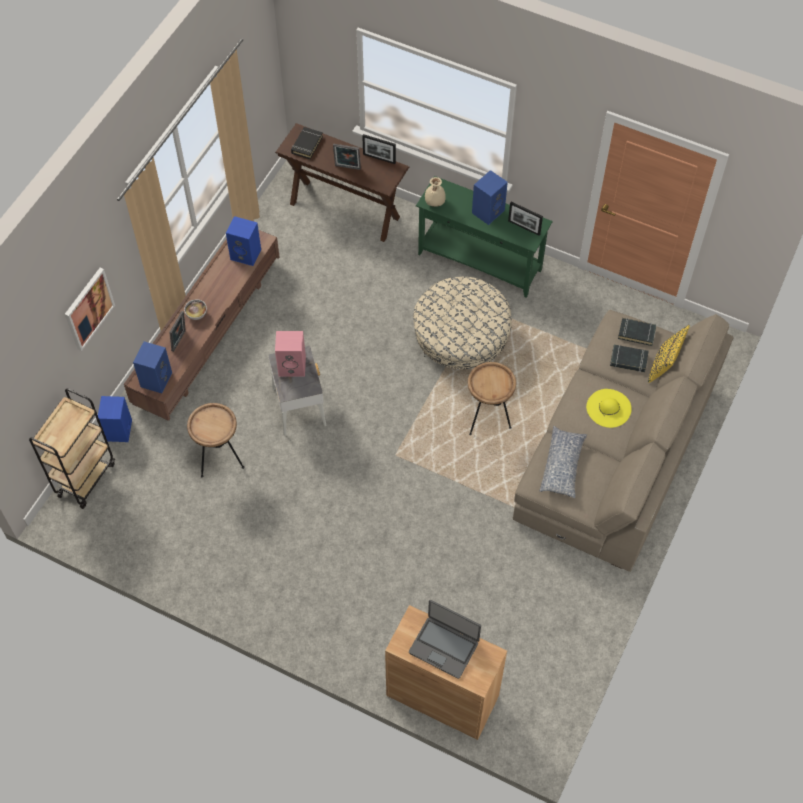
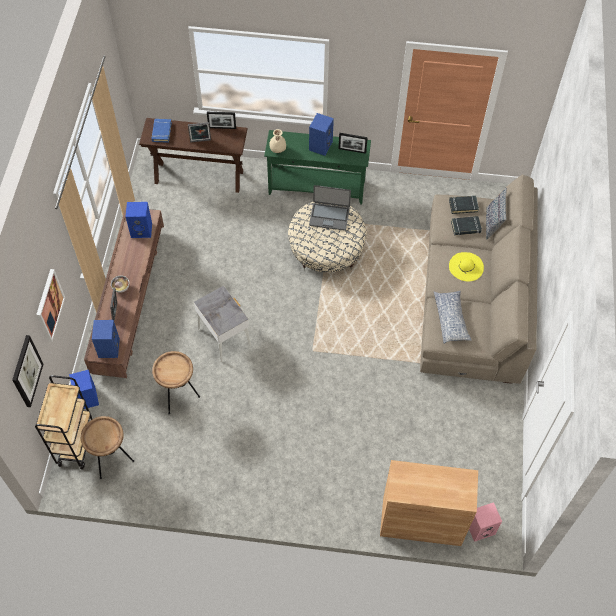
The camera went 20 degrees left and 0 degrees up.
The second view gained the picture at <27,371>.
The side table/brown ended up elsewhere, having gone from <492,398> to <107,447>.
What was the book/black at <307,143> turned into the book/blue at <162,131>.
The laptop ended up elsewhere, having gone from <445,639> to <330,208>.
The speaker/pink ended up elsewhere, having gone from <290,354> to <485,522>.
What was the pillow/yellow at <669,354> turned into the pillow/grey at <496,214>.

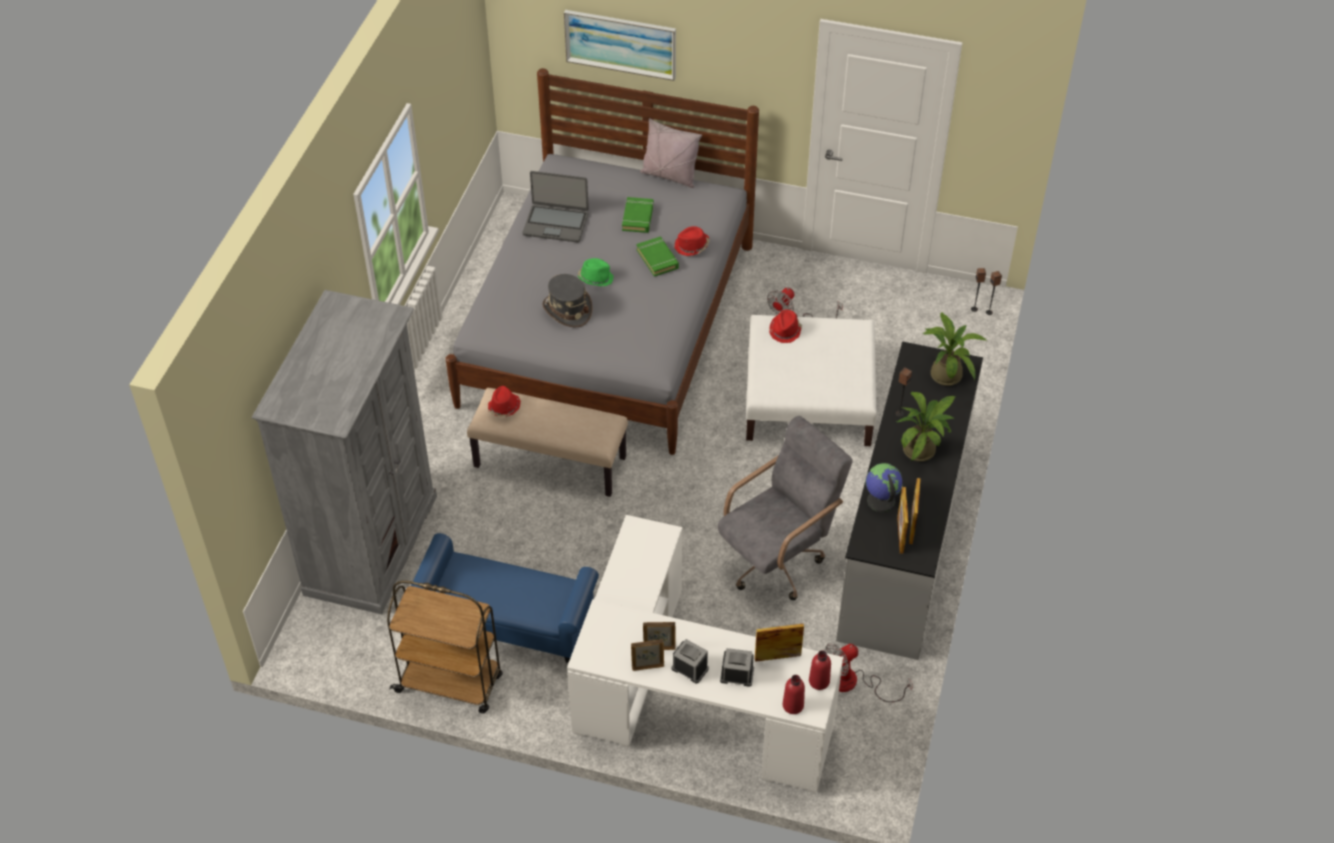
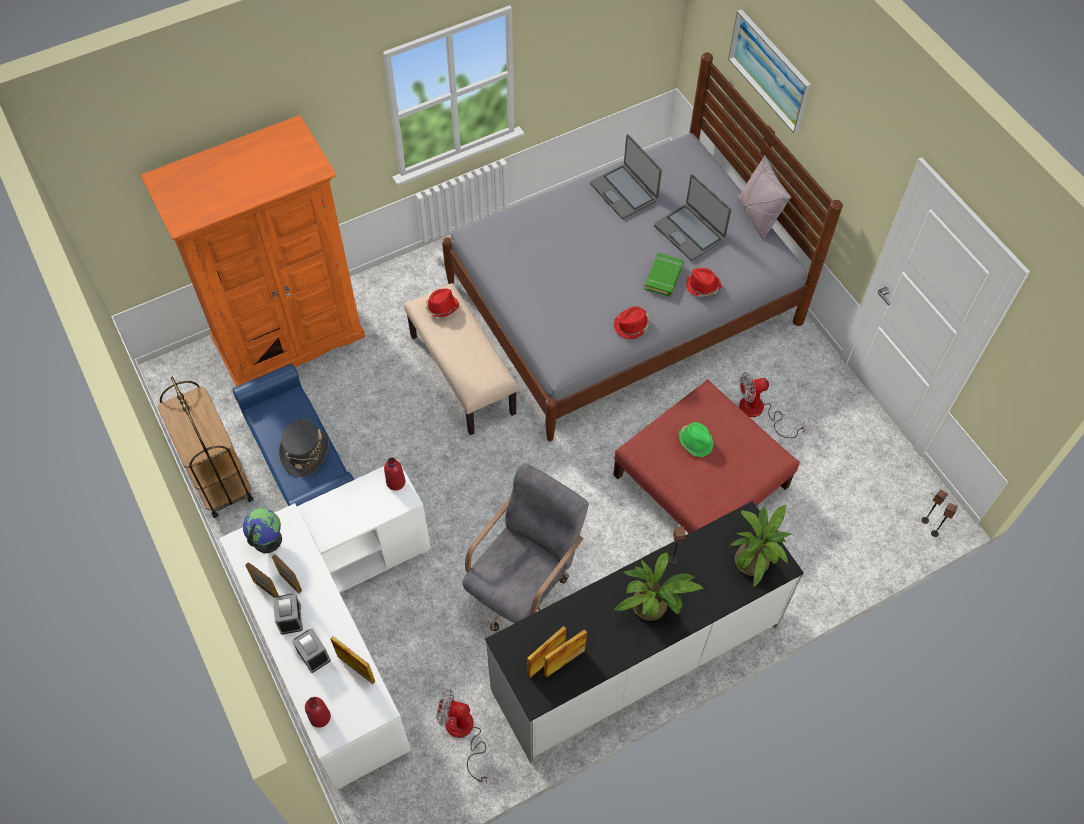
The camera went 45 degrees right and 10 degrees up.
What was the wardrobe/grey at <344,452> turned into the wardrobe/orange at <252,251>.
The globe ended up elsewhere, having gone from <884,487> to <262,530>.
The hat/grey ended up elsewhere, having gone from <567,300> to <304,448>.
The bottle/red ended up elsewhere, having gone from <820,670> to <394,474>.
The office chair/grey at <785,508> ended up facing another way, 60 degrees counterclockwise from before.
What was the ottoman/white at <811,380> turned into the ottoman/red at <706,456>.
The hat/red ended up elsewhere, having gone from <785,326> to <632,322>.
Where the book/green stood at <638,215>, the laptop came to stand at <692,217>.
The hat/green ended up elsewhere, having gone from <595,272> to <696,439>.

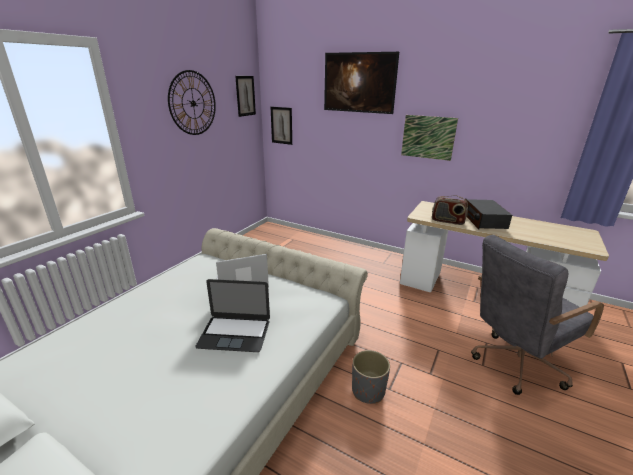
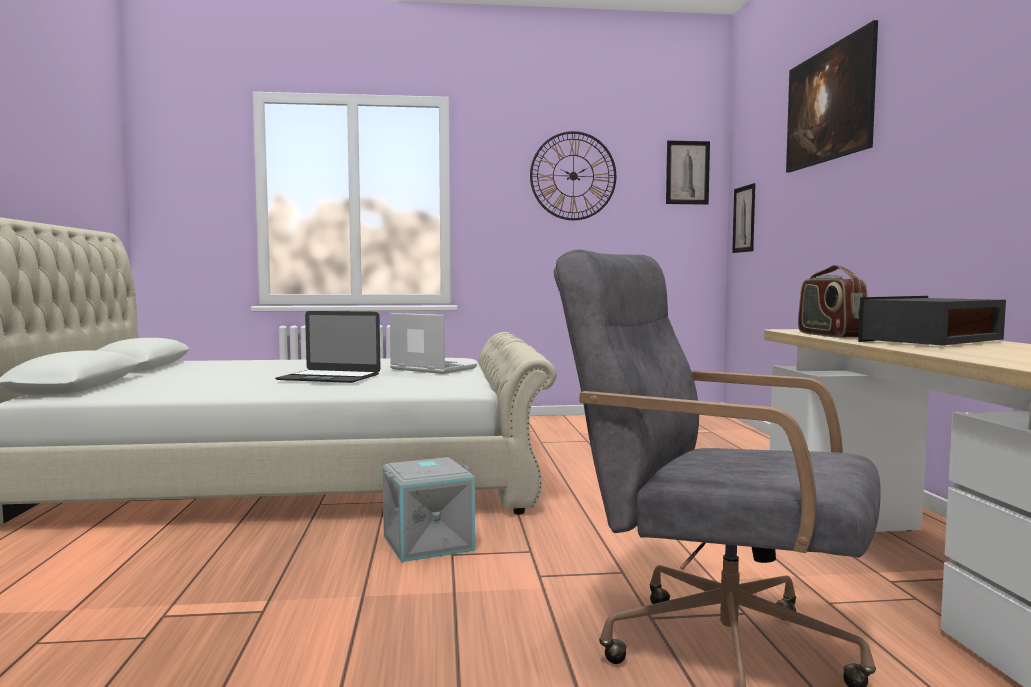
The camera went 55 degrees right and 20 degrees down.
The laptop at <232,315> ended up facing another way, 45 degrees counterclockwise from before.
Where the planter/grey stood at <371,377>, the storage box/grey came to stand at <429,509>.
The second view lost the picture at <429,138>.

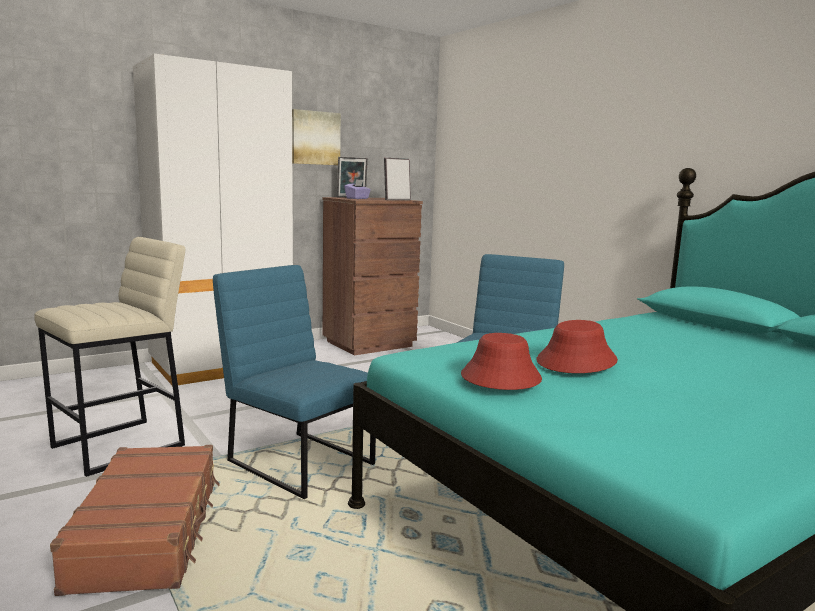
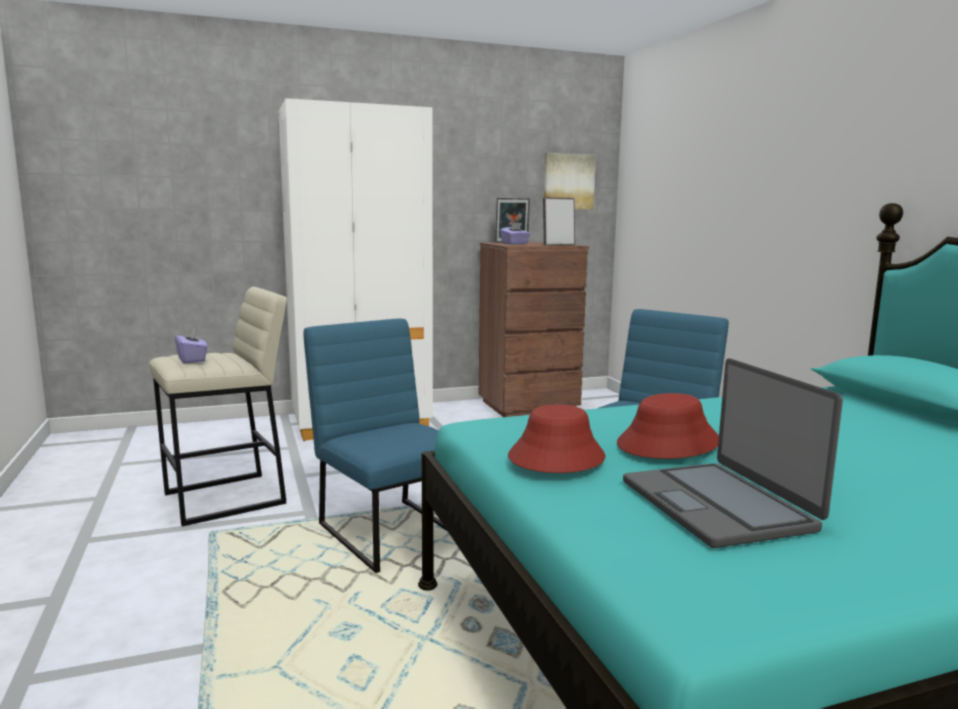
The camera went 15 degrees right and 0 degrees up.
The second view gained the tissue box/purple at <191,345>.
The picture ended up elsewhere, having gone from <316,137> to <570,181>.
The second view gained the laptop at <733,453>.
The second view lost the suitcase/brown at <135,520>.

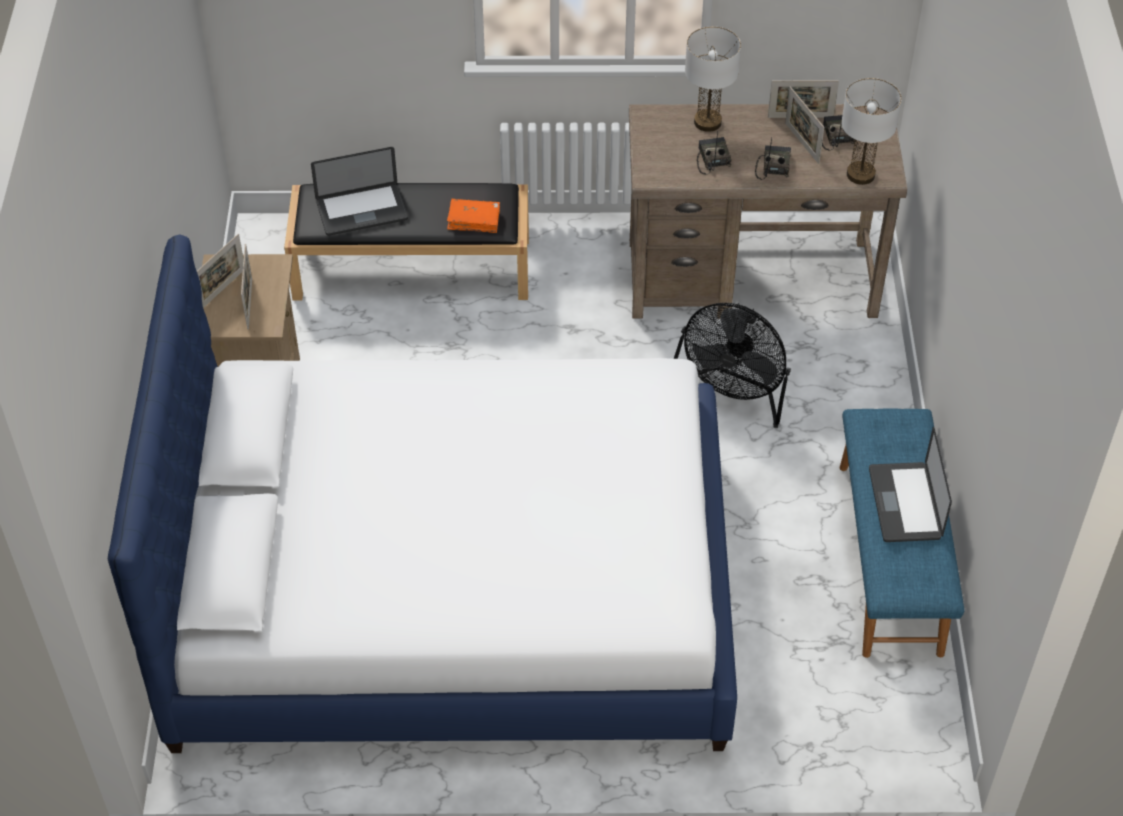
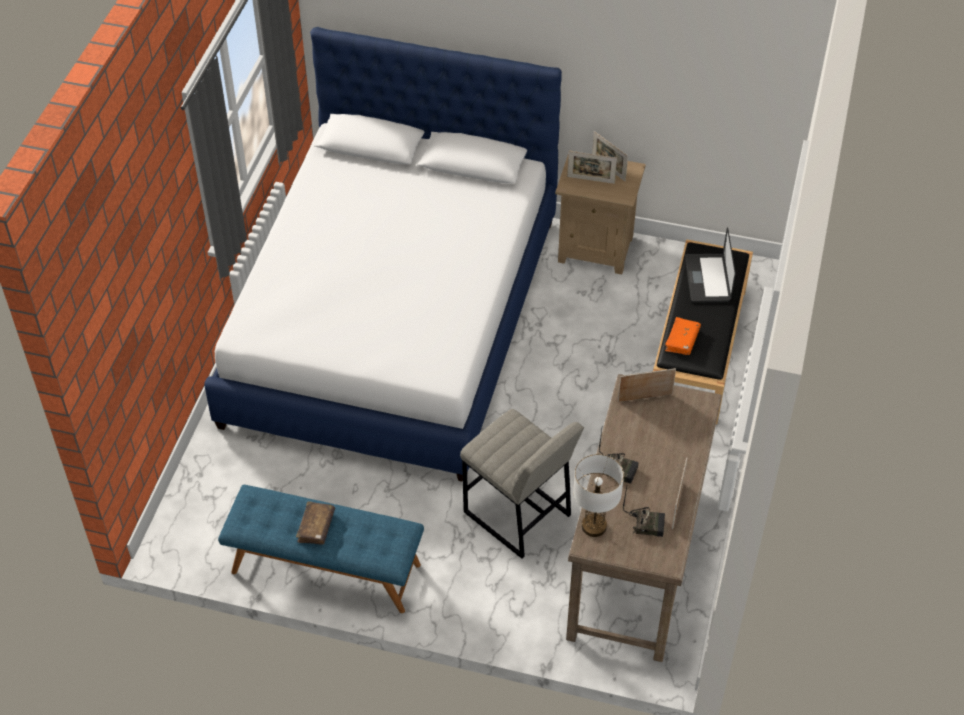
The camera went 105 degrees right and 0 degrees up.
Where the laptop stood at <910,484>, the book/brown came to stand at <315,523>.
Where the fan/black stood at <732,365>, the chair/grey came to stand at <522,484>.
The picture frame ended up elsewhere, having gone from <804,125> to <647,385>.
The second view lost the table lamp at <713,79>.
The second view lost the radio at <714,153>.

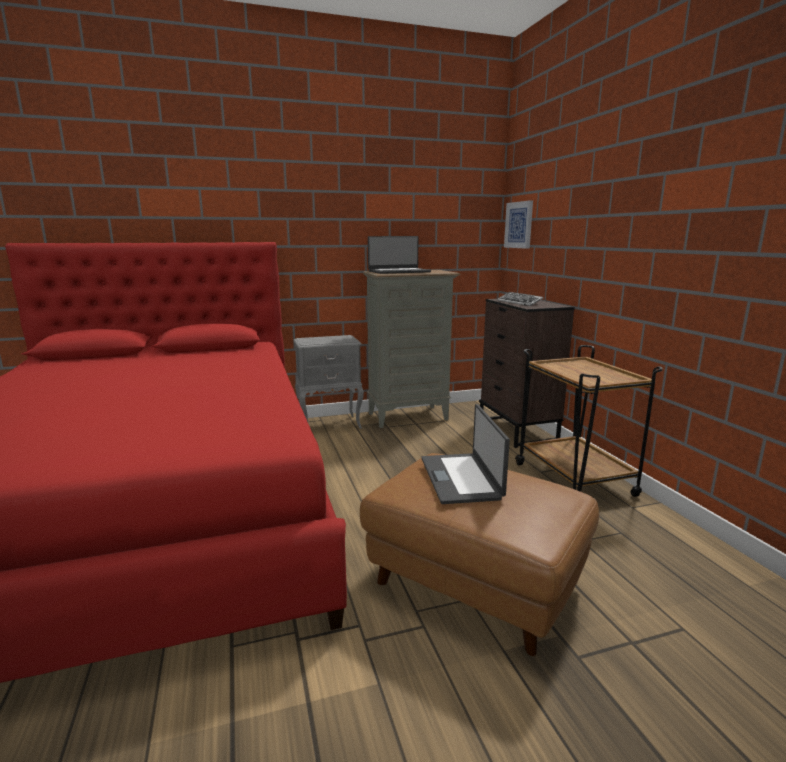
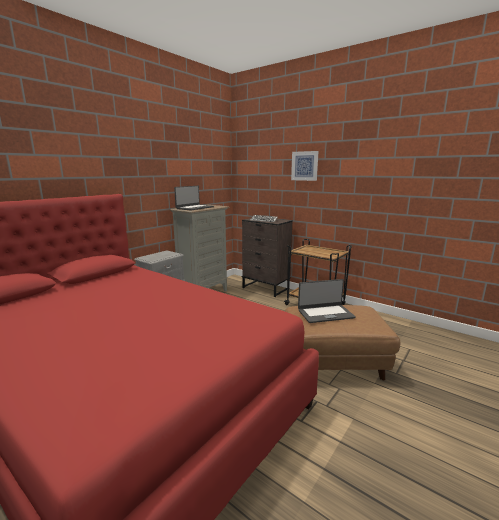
The camera went 35 degrees left and 0 degrees up.
The picture ended up elsewhere, having gone from <518,224> to <304,166>.
The laptop at <466,454> ended up facing another way, 60 degrees counterclockwise from before.

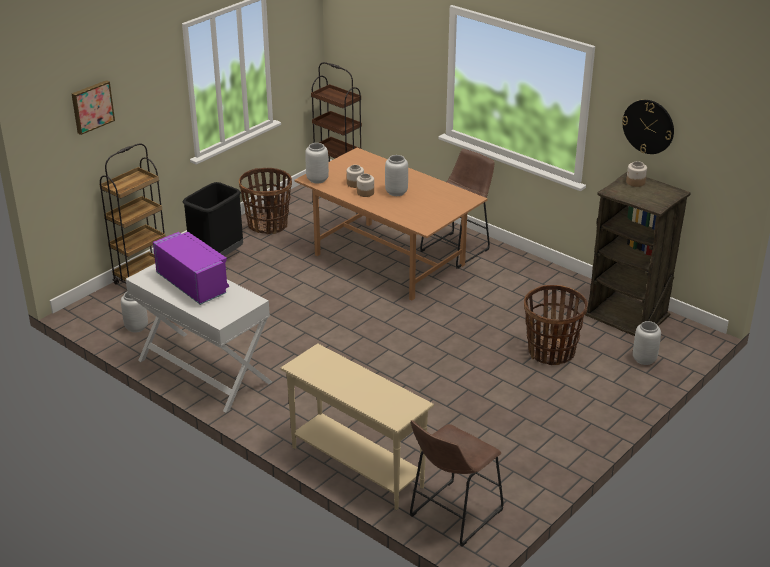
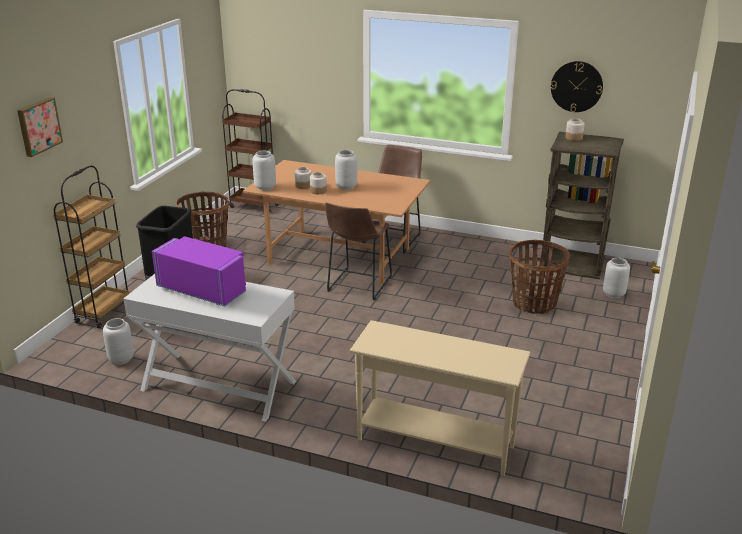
The camera went 20 degrees left and 5 degrees down.
The stool/brown ended up elsewhere, having gone from <457,483> to <358,251>.

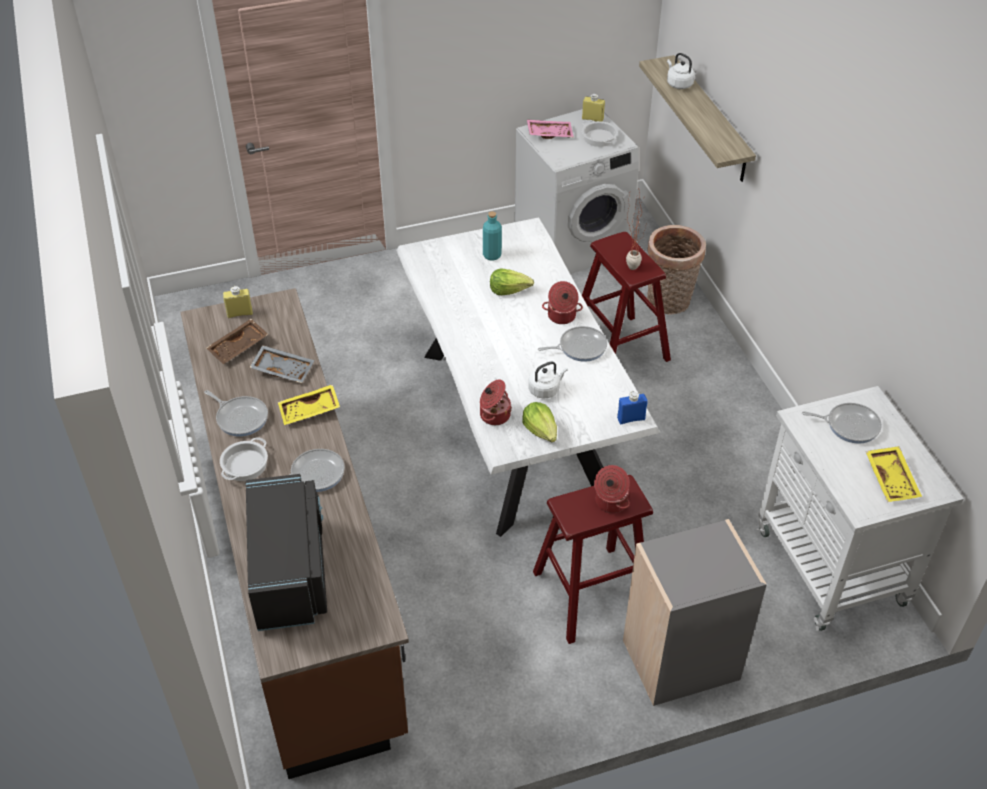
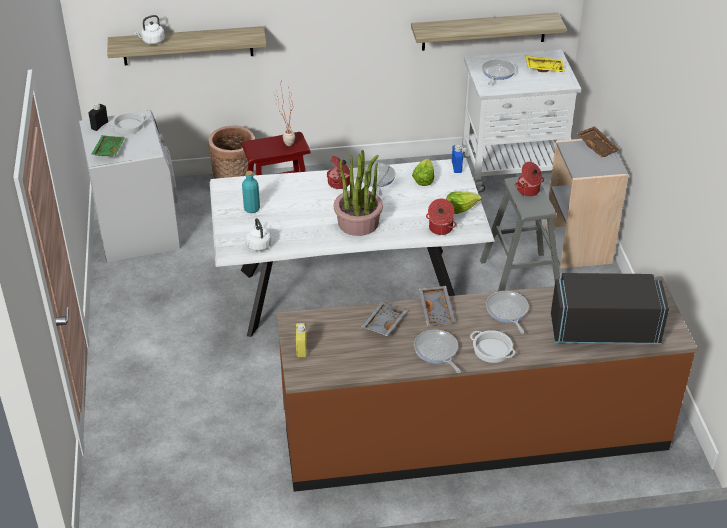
The camera went 80 degrees left and 5 degrees down.
What was the bottle/yellow at <593,108> turned into the bottle/black at <98,117>.
What was the tray/pink at <550,129> turned into the tray/green at <108,145>.
The kettle/white ended up elsewhere, having gone from <547,379> to <259,234>.
The second view gained the potted plant at <358,193>.
The second view gained the shelf at <489,32>.
The lettuce ended up elsewhere, having gone from <512,281> to <423,172>.
The frying pan at <236,413> ended up facing another way, 75 degrees counterclockwise from before.
What was the tray/yellow at <309,404> turned into the tray/grey at <437,306>.
What was the stool/red at <593,559> turned into the stool/grey at <520,234>.
The tray/brown ended up elsewhere, having gone from <238,341> to <598,142>.

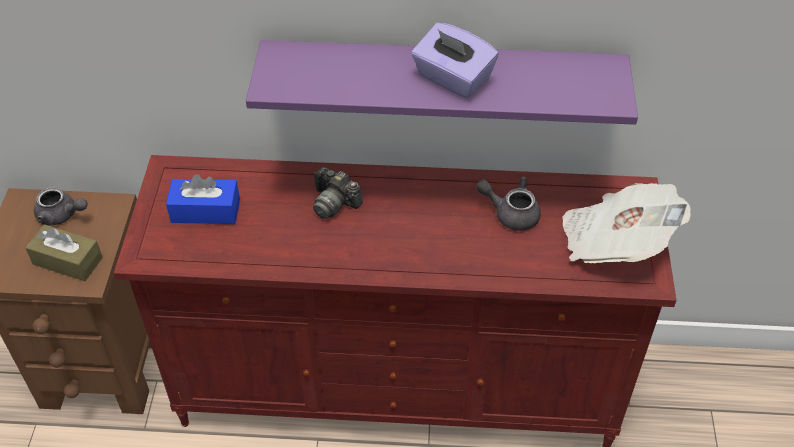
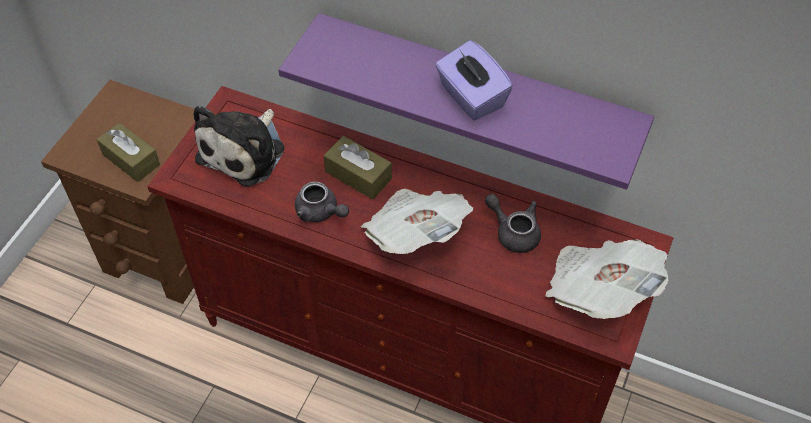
The camera went 20 degrees right and 5 degrees up.
Where the tissue box/blue stood at <203,199>, the plush toy came to stand at <238,145>.
The teapot/grey ended up elsewhere, having gone from <61,206> to <322,201>.
Where the photo camera stood at <338,193>, the tissue box/brown came to stand at <358,167>.
The second view gained the newspaper at <417,221>.

